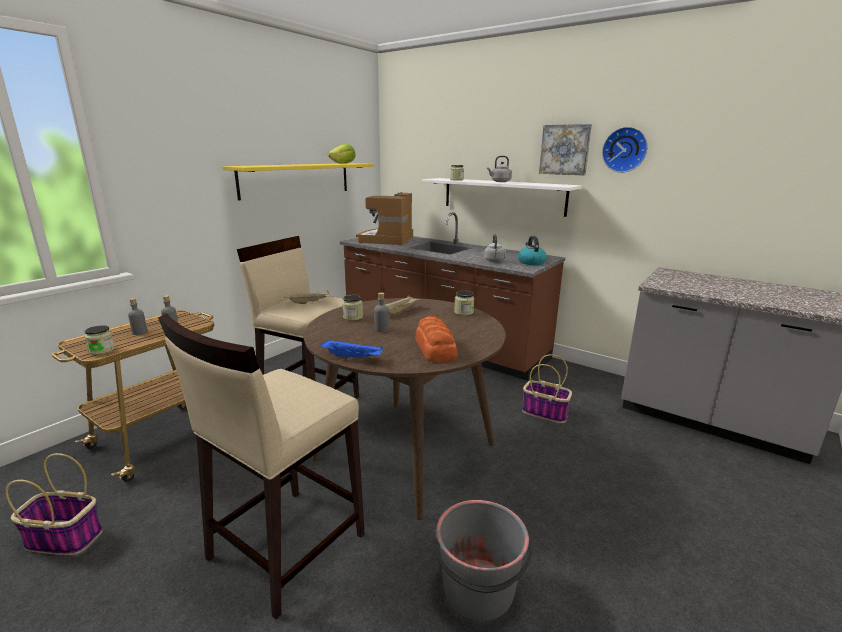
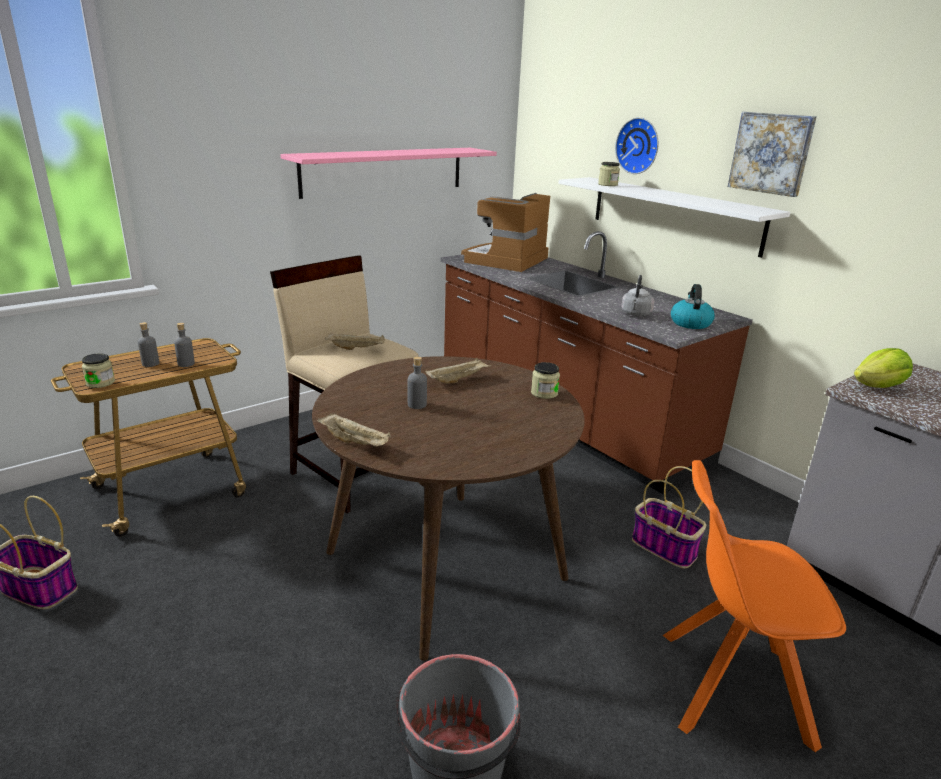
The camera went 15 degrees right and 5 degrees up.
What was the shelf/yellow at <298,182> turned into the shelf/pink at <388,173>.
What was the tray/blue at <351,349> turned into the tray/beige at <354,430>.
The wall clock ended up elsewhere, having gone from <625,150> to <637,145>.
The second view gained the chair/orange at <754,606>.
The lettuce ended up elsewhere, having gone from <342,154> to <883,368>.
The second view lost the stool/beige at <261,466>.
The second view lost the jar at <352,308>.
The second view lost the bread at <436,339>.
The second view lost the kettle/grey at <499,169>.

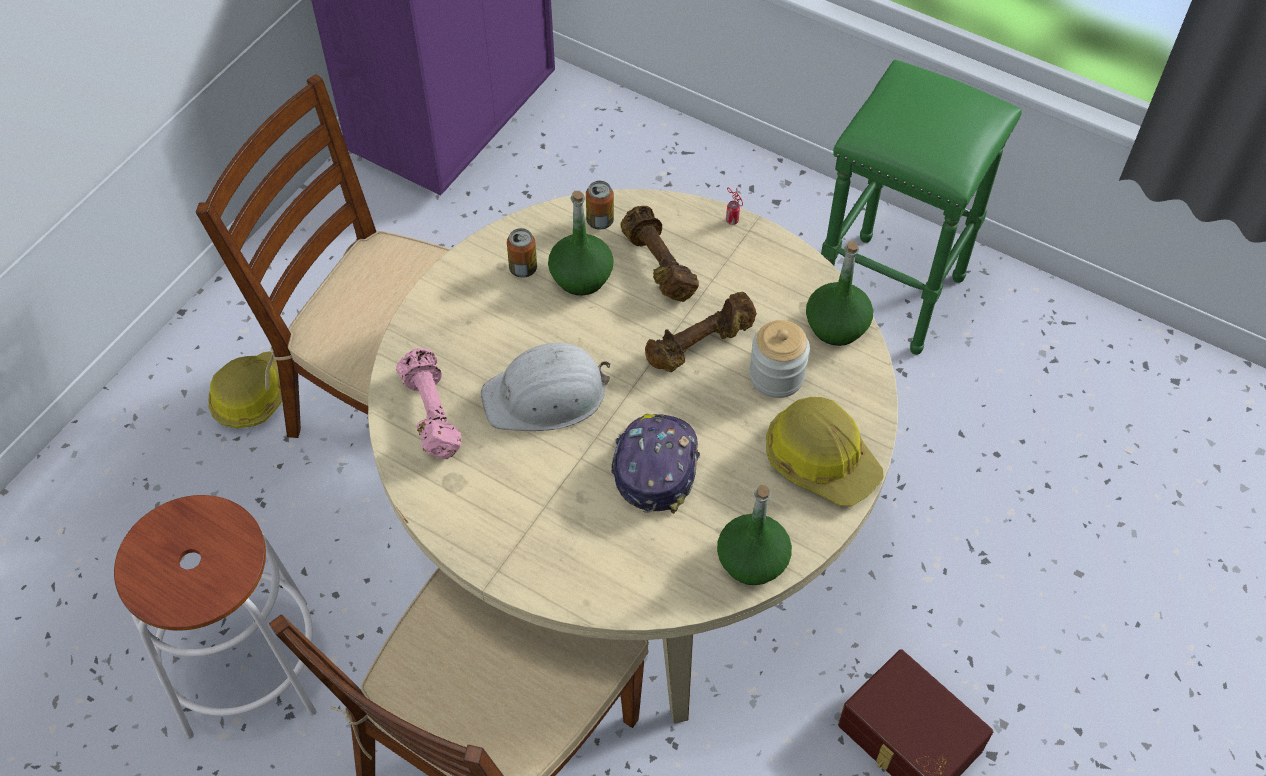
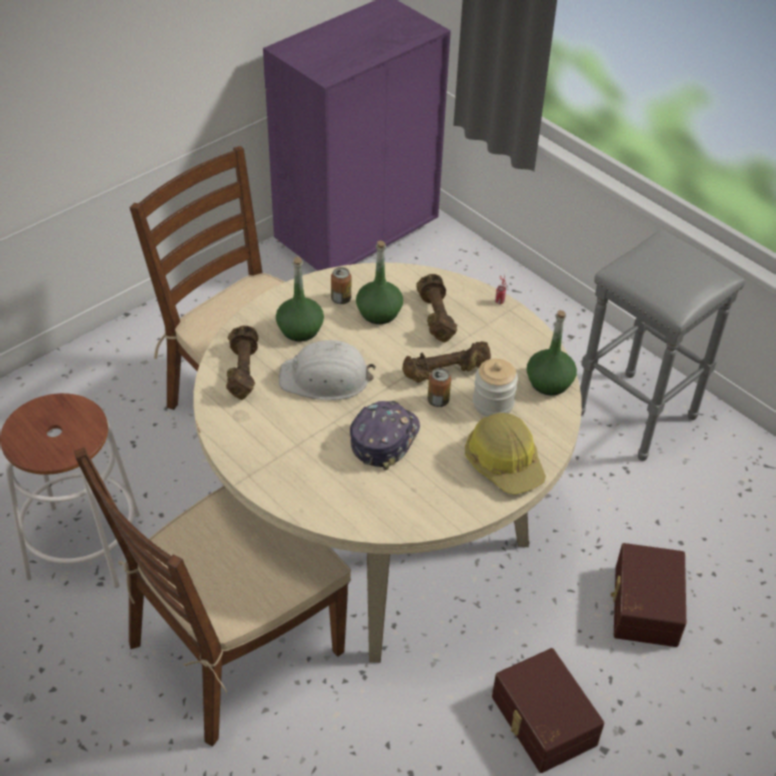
The camera went 15 degrees right and 10 degrees down.
What was the dumbbell/pink at <429,403> turned into the dumbbell/brown at <242,362>.
The bottle/green ended up elsewhere, having gone from <754,535> to <300,299>.
The can ended up elsewhere, having gone from <600,205> to <439,387>.
What was the stool/green at <921,207> turned into the stool/grey at <662,345>.
The second view gained the storage box/brown at <648,595>.
The second view lost the hard hat at <245,389>.

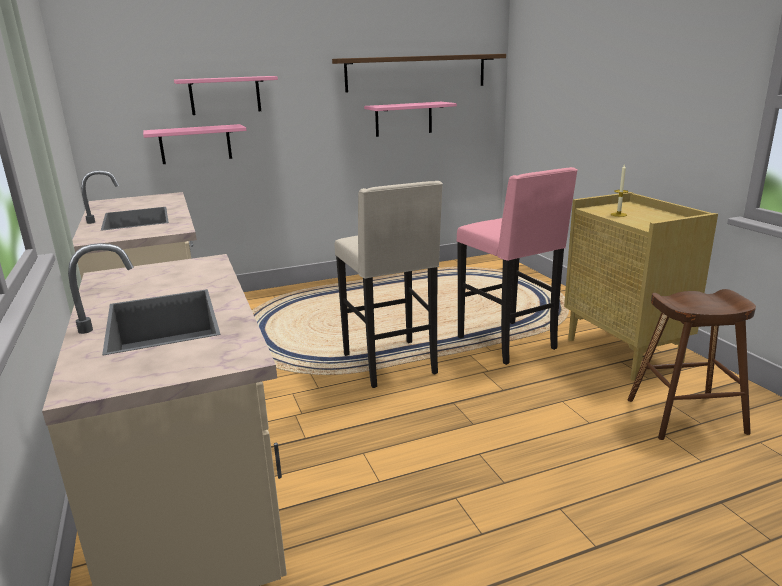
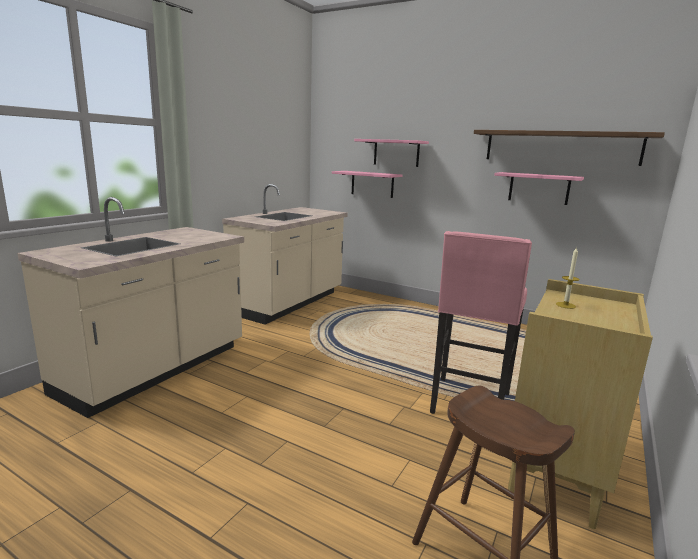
The camera went 50 degrees right and 5 degrees down.
The second view lost the stool/beige at <389,284>.

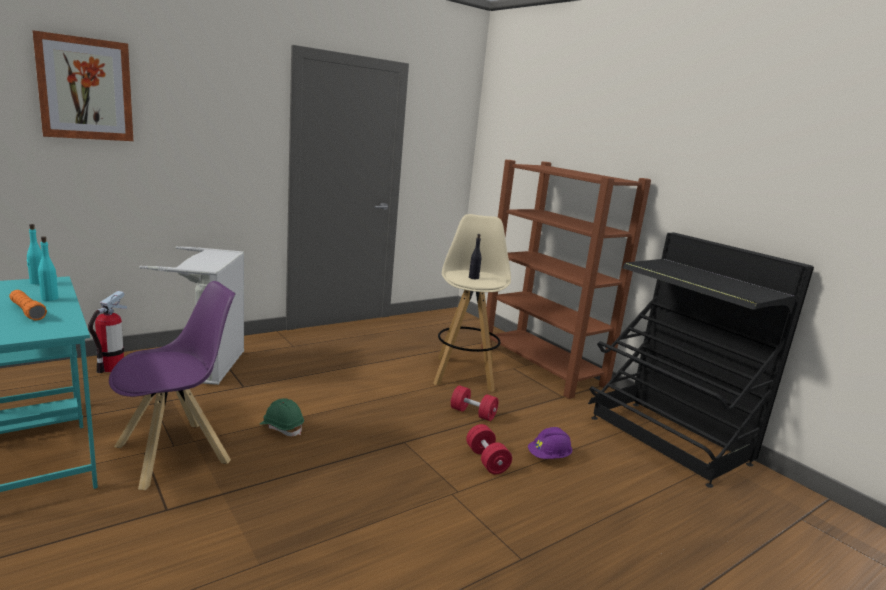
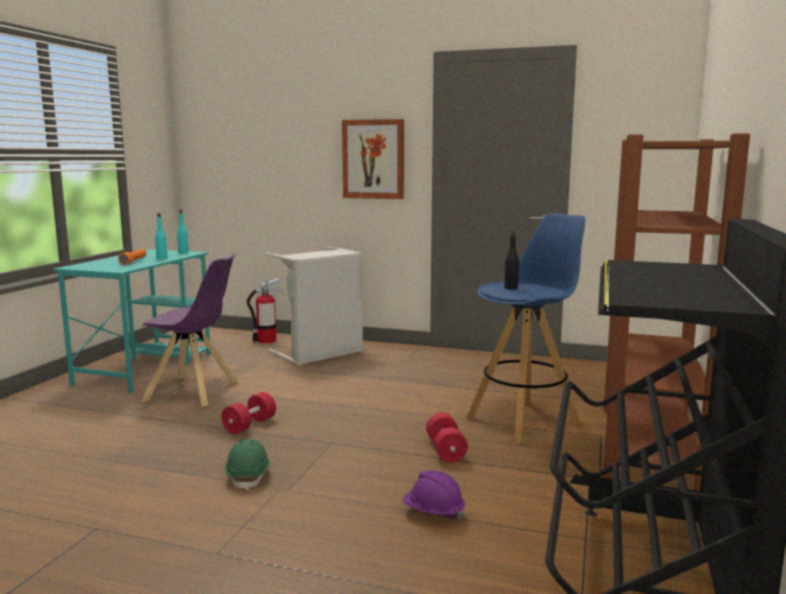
The camera went 55 degrees right and 5 degrees down.
The dumbbell/red ended up elsewhere, having gone from <489,449> to <249,413>.
The hard hat/green ended up elsewhere, having gone from <282,417> to <247,464>.
The picture ended up elsewhere, having gone from <82,85> to <373,159>.
What was the stool/beige at <472,303> turned into the stool/blue at <525,328>.

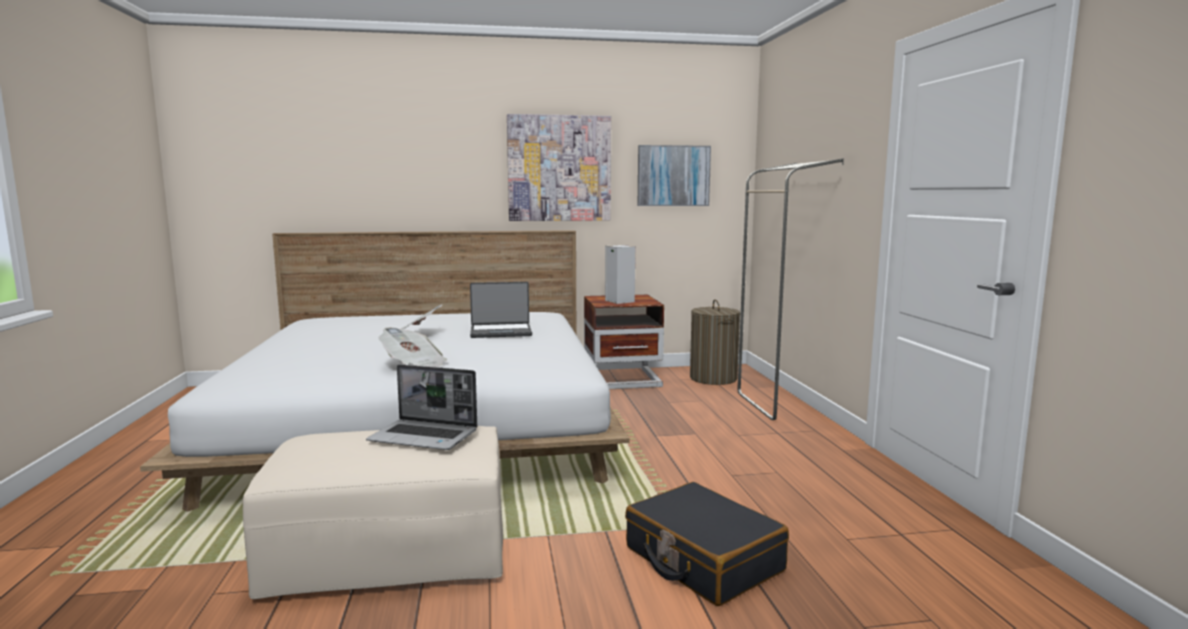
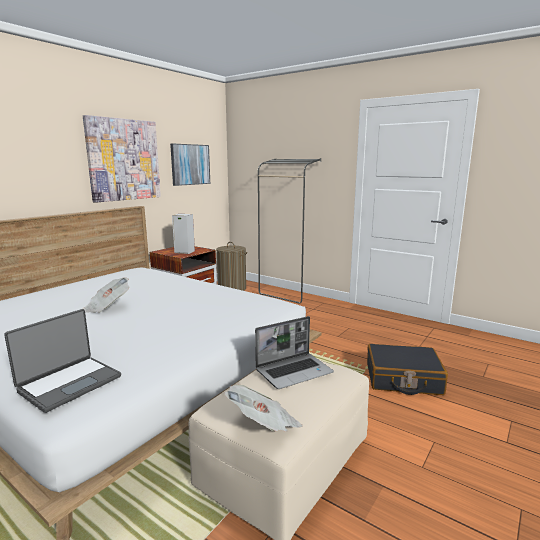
The camera went 45 degrees left and 5 degrees up.
The laptop ended up elsewhere, having gone from <501,310> to <62,361>.
The newspaper ended up elsewhere, having gone from <413,347> to <263,408>.

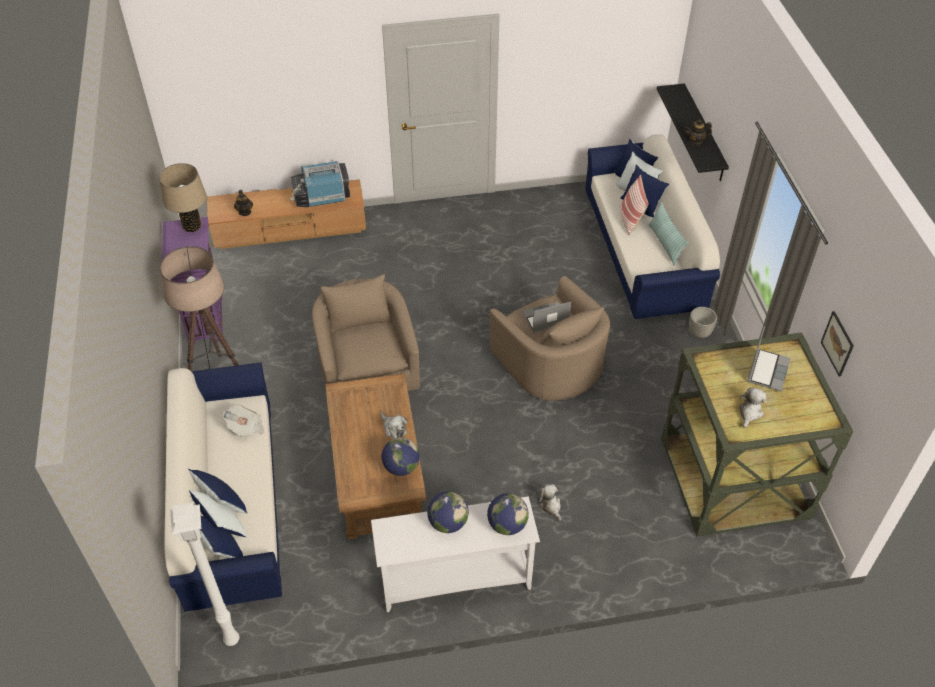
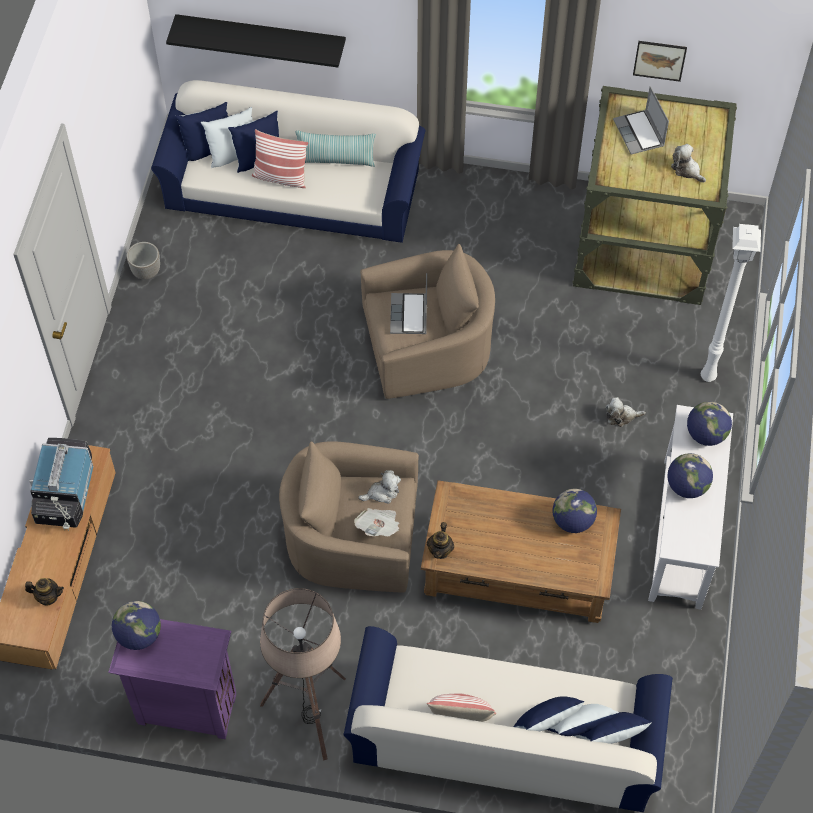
The camera went 70 degrees left and 10 degrees up.
Where the table lamp/beige stood at <183,197>, the globe came to stand at <136,625>.
The planter ended up elsewhere, having gone from <703,322> to <143,261>.
The newspaper ended up elsewhere, having gone from <243,420> to <376,522>.
The plush toy ended up elsewhere, having gone from <394,426> to <379,487>.
The teapot ended up elsewhere, having gone from <698,132> to <440,540>.
The second view gained the pillow at <461,707>.
The laptop at <769,359> ended up facing another way, 150 degrees counterclockwise from before.
The floor lamp/white ended up elsewhere, having gone from <205,574> to <731,303>.

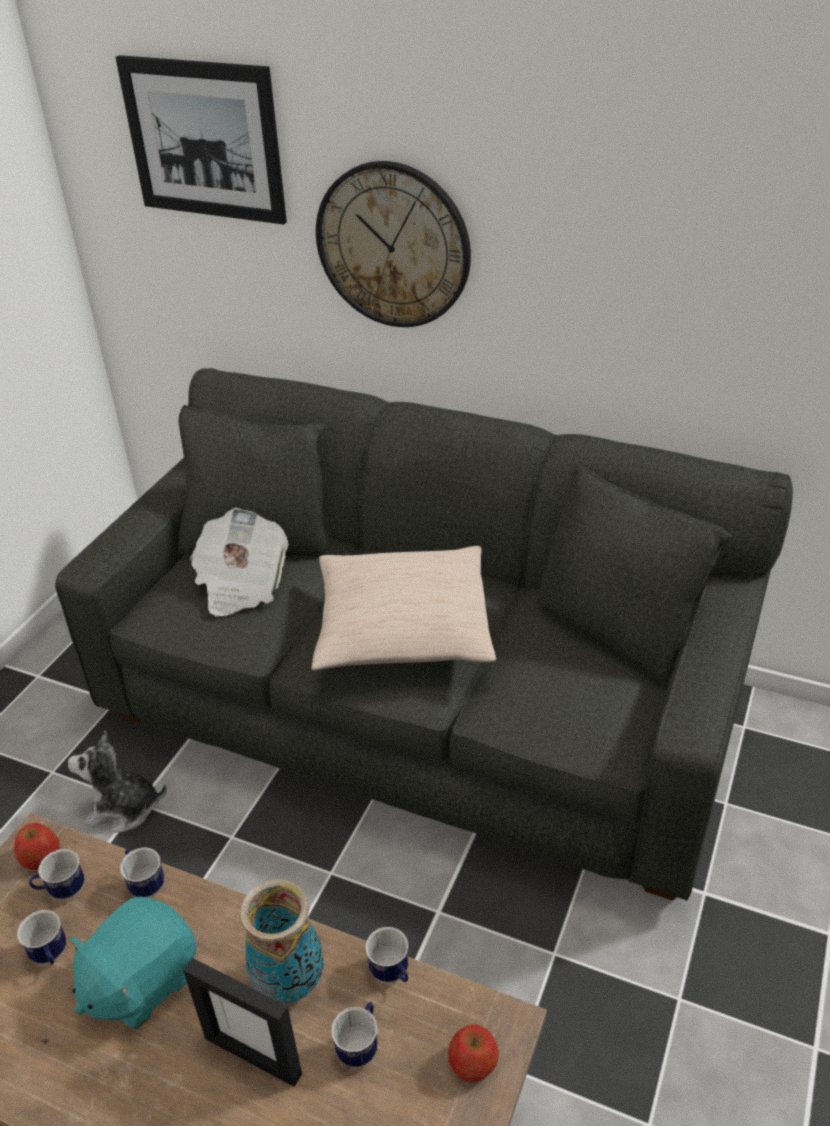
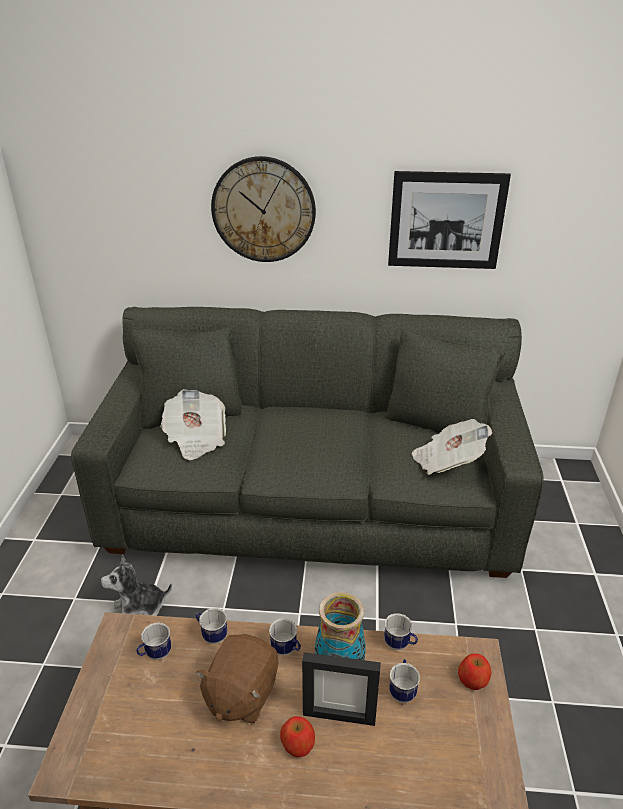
The camera went 20 degrees left and 5 degrees down.
What was the plush toy/turquoise at <133,963> turned into the plush toy/brown at <237,678>.
The mug ended up elsewhere, having gone from <42,937> to <285,636>.
The apple ended up elsewhere, having gone from <36,846> to <297,736>.
The picture ended up elsewhere, having gone from <201,139> to <449,220>.
The second view gained the newspaper at <451,447>.
The second view lost the pillow/beige at <403,608>.

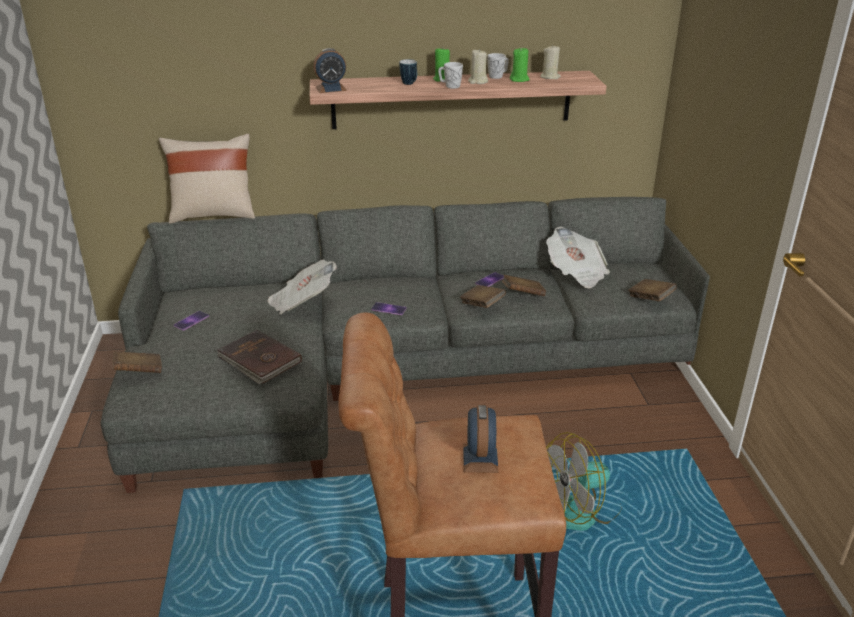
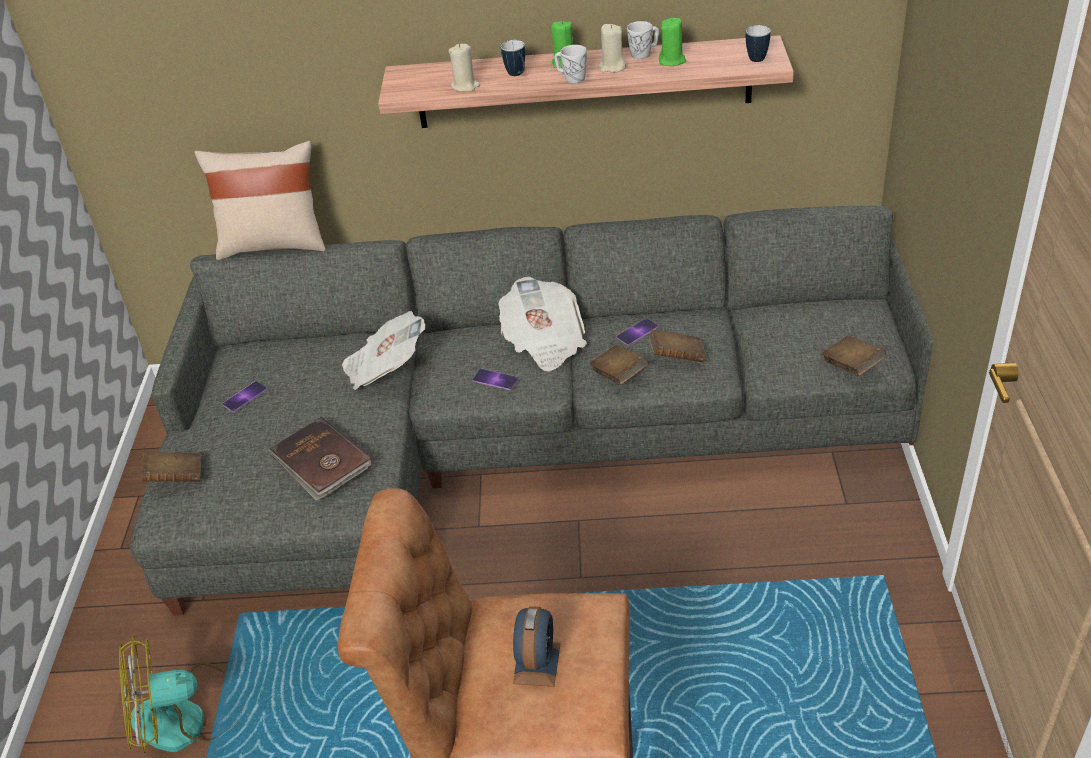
The camera went 10 degrees right and 10 degrees up.
The fan ended up elsewhere, having gone from <584,481> to <180,694>.
The candle/beige ended up elsewhere, having gone from <550,62> to <464,67>.
The newspaper ended up elsewhere, having gone from <578,257> to <542,324>.
The second view gained the mug at <758,43>.
The second view lost the alarm clock at <330,70>.

